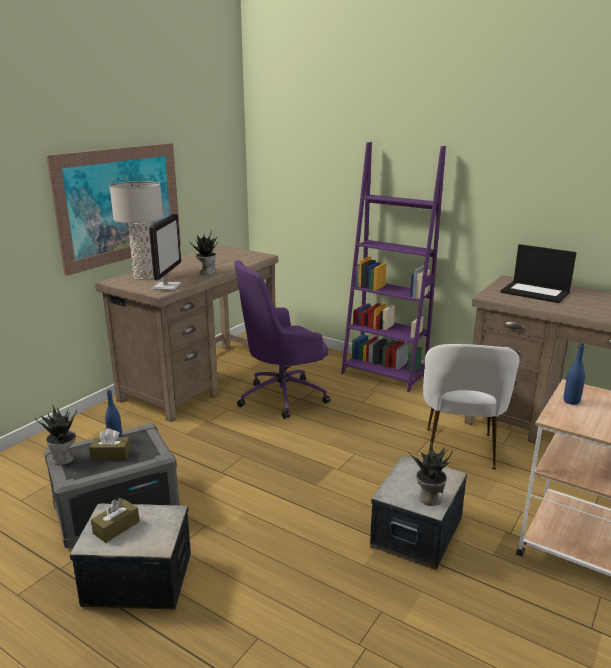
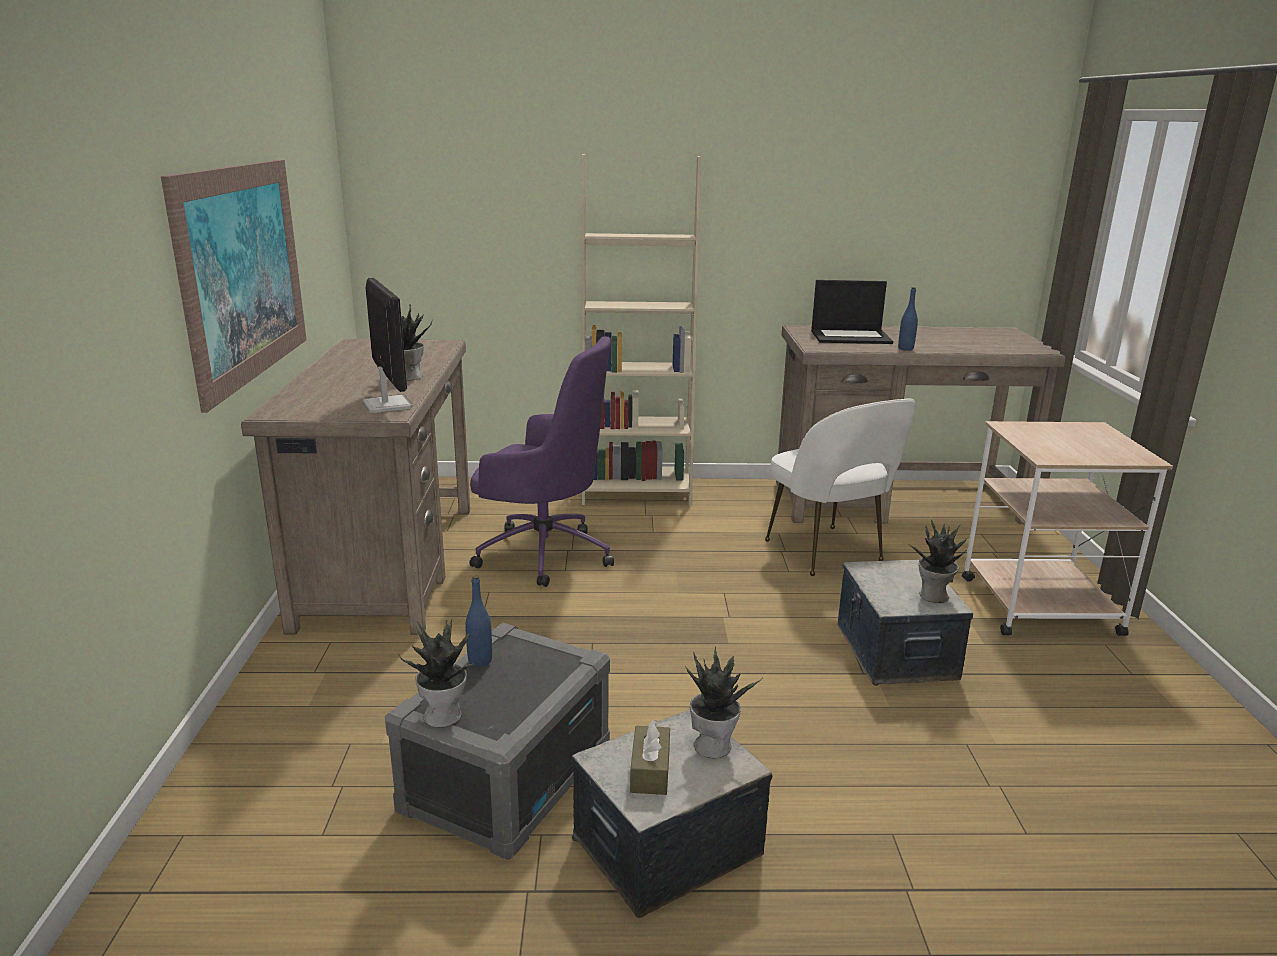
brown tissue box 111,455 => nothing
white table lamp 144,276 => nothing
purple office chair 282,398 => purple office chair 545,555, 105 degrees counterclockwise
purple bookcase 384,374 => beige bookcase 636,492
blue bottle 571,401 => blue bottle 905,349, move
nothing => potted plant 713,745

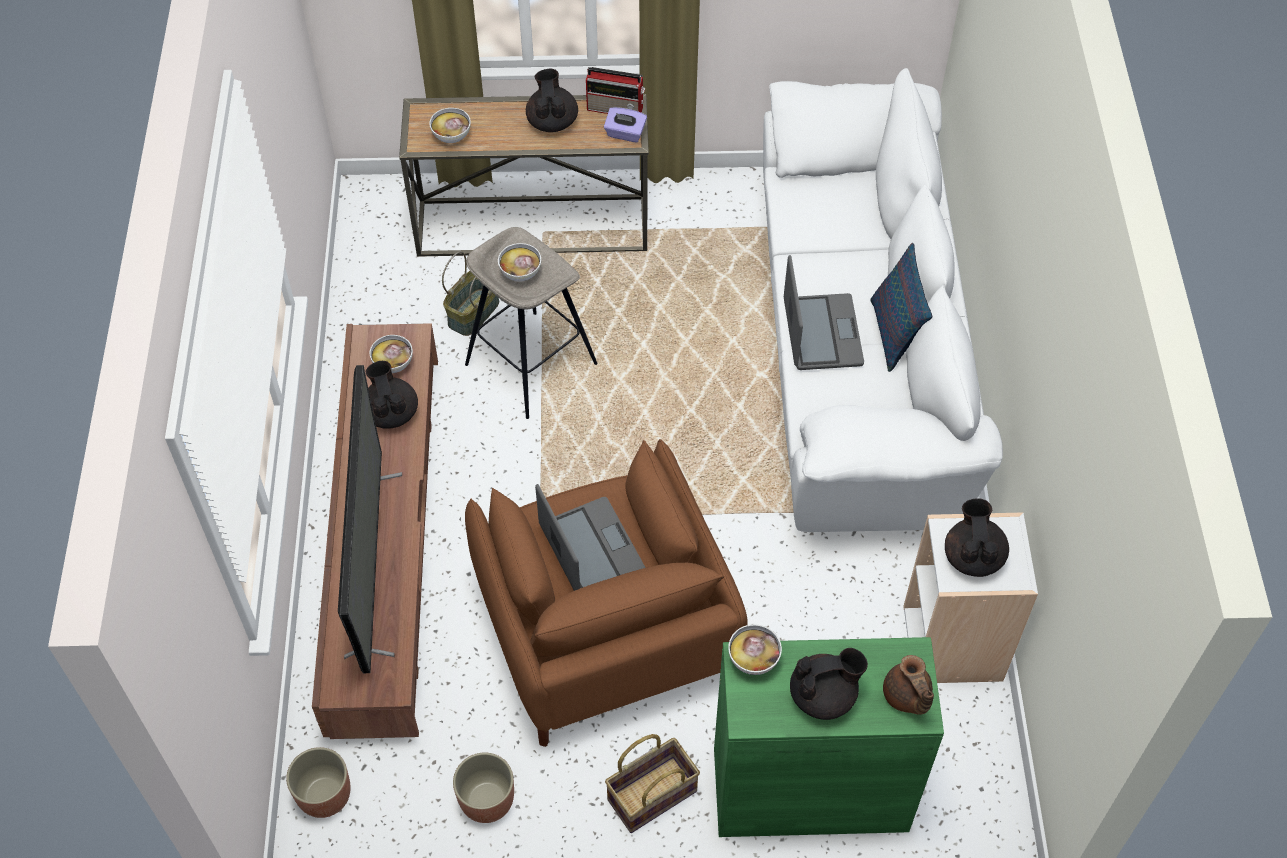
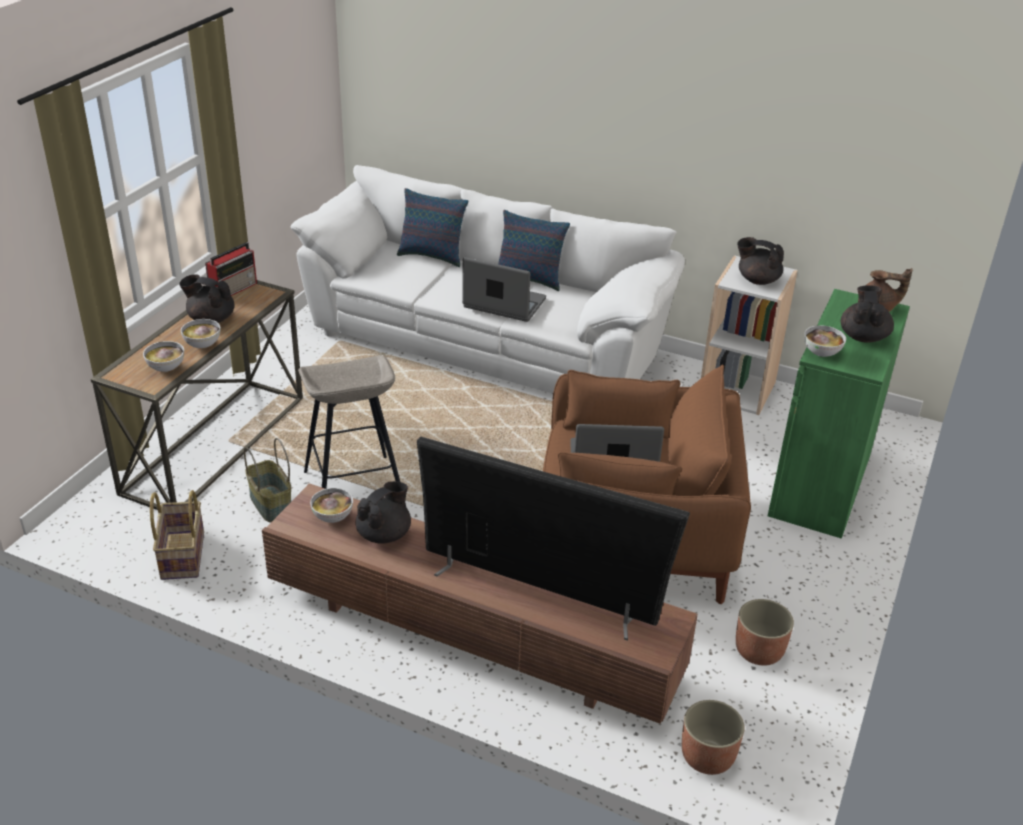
black teapot 391,413 => black teapot 384,534, 120 degrees clockwise
bowl 520,273 => bowl 203,345, move
purple tissue box 625,134 => nothing
basket 651,794 => basket 181,555, move
nothing => blue pillow 432,257

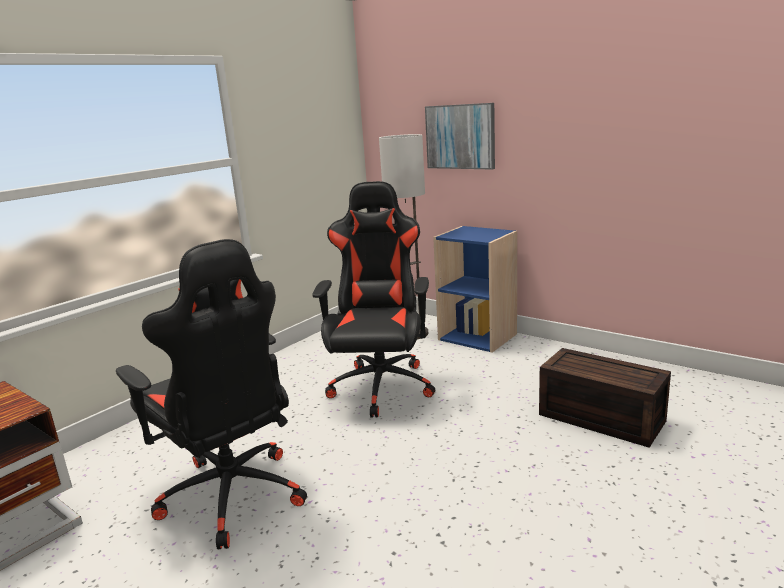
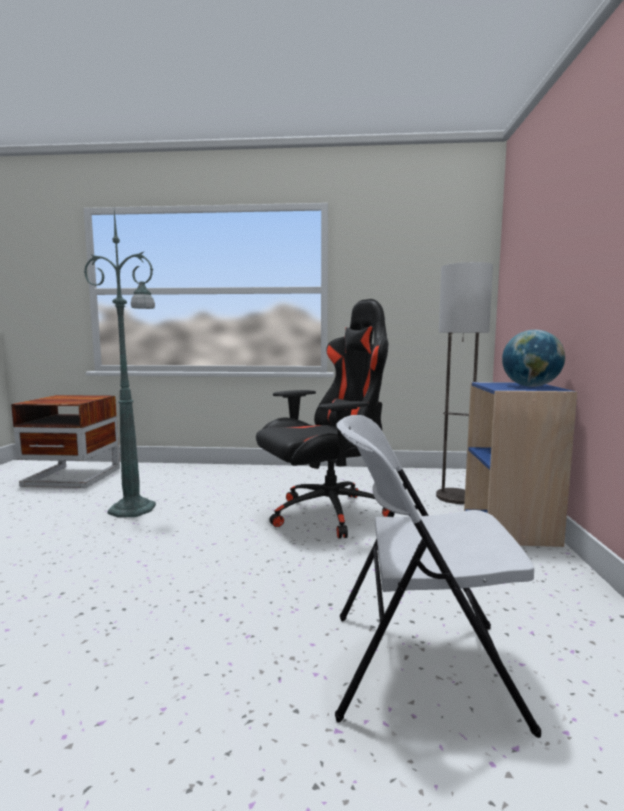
black office chair 227,490 => green floor lamp 134,509
picture 460,136 => nothing
brown storage box 598,418 => white chair 422,666
nothing => globe 531,386

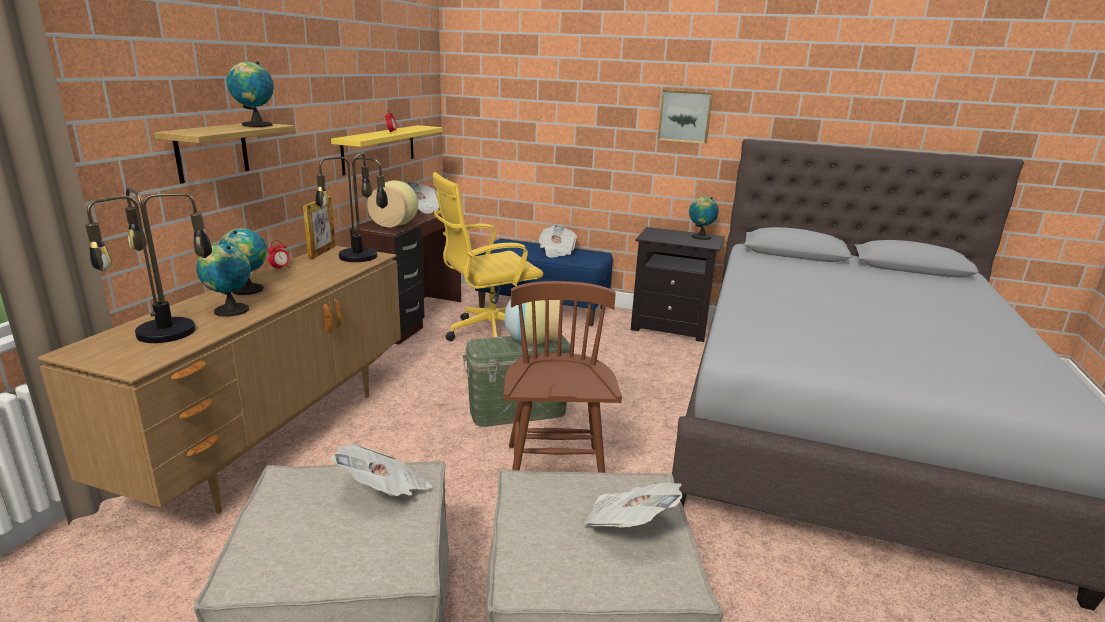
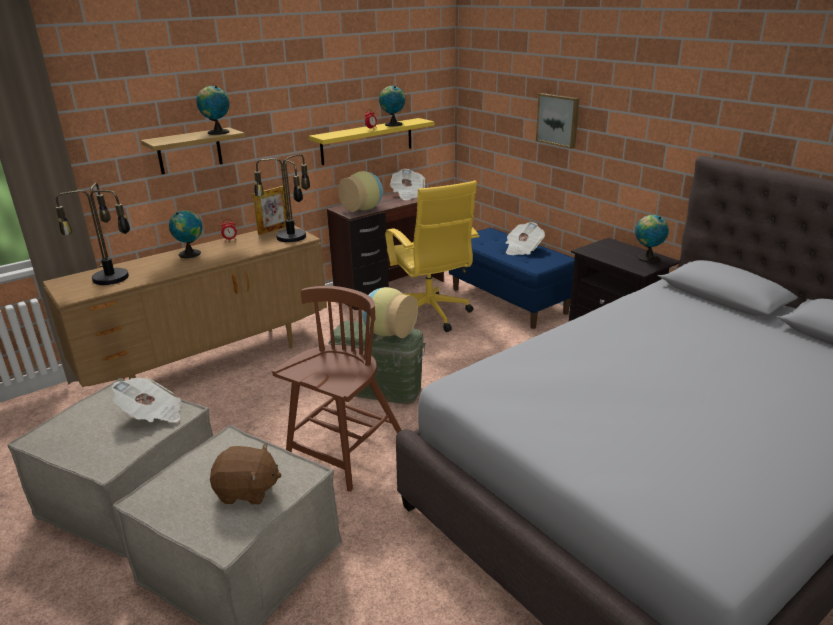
globe 229,310 => globe 392,124, move
yellow office chair 487,334 => yellow office chair 431,316, 120 degrees counterclockwise
newspaper 629,524 => brown plush toy 247,491
picture 685,116 => picture 558,120, move

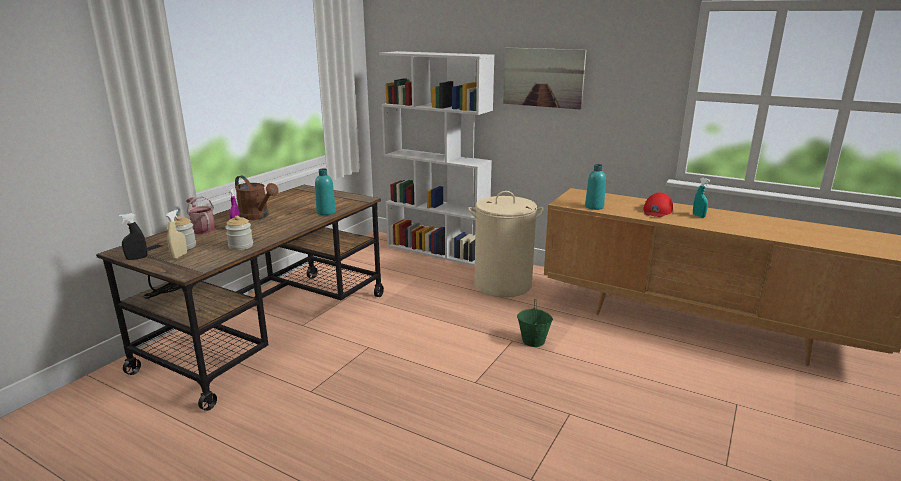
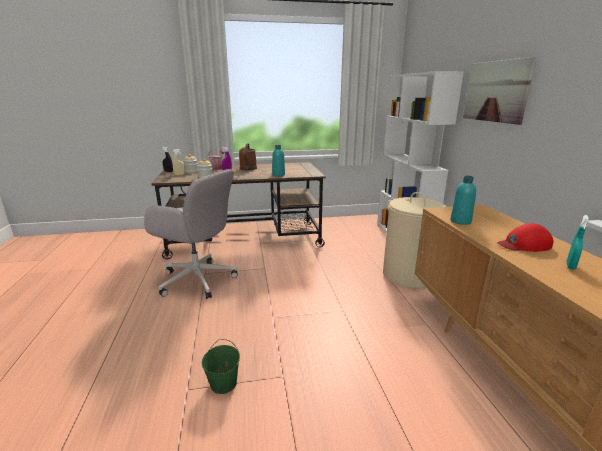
green bucket 533,341 => green bucket 223,383, move
nothing => grey office chair 198,280

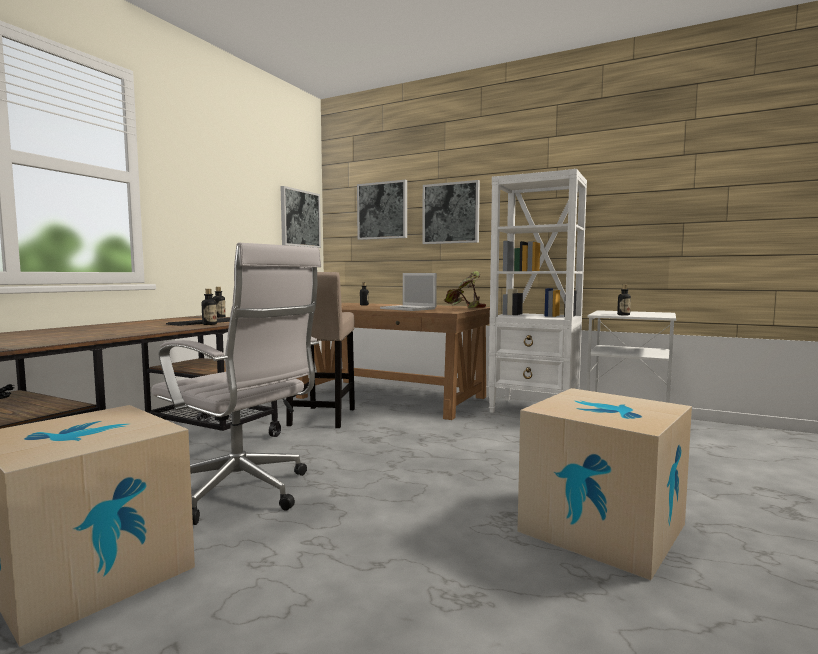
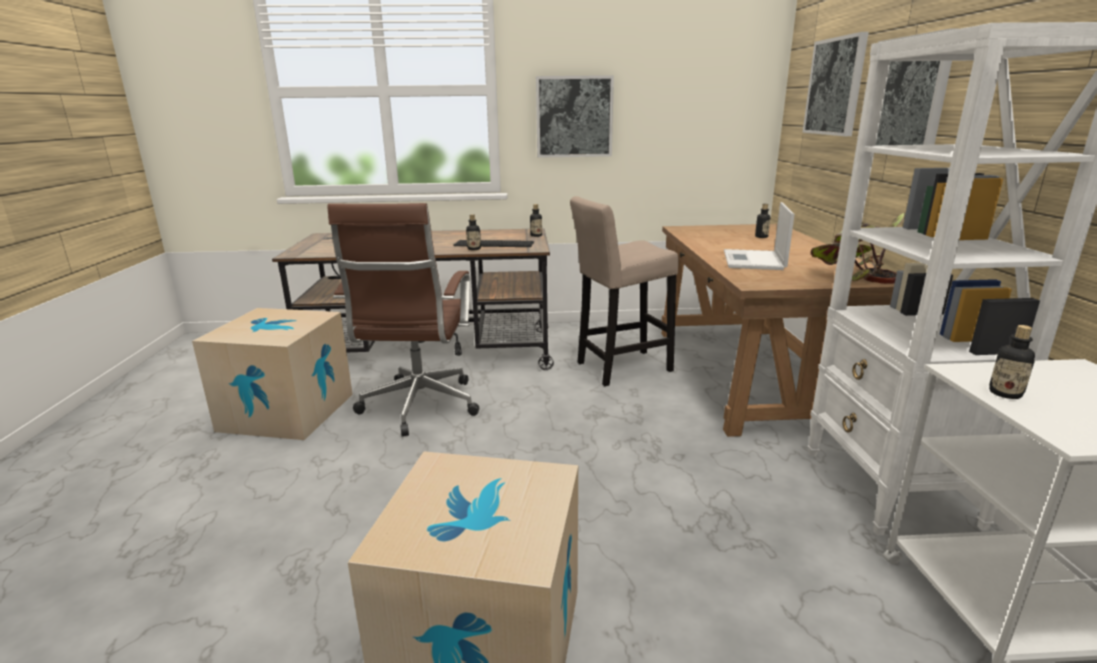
white office chair 244,494 => brown office chair 418,408
picture 300,218 => picture 574,117, move

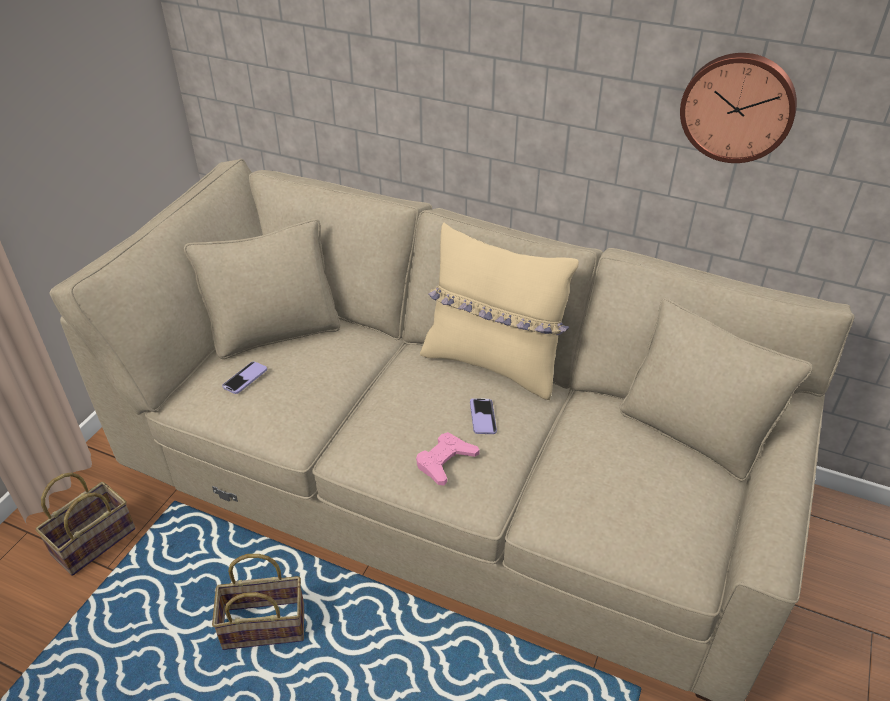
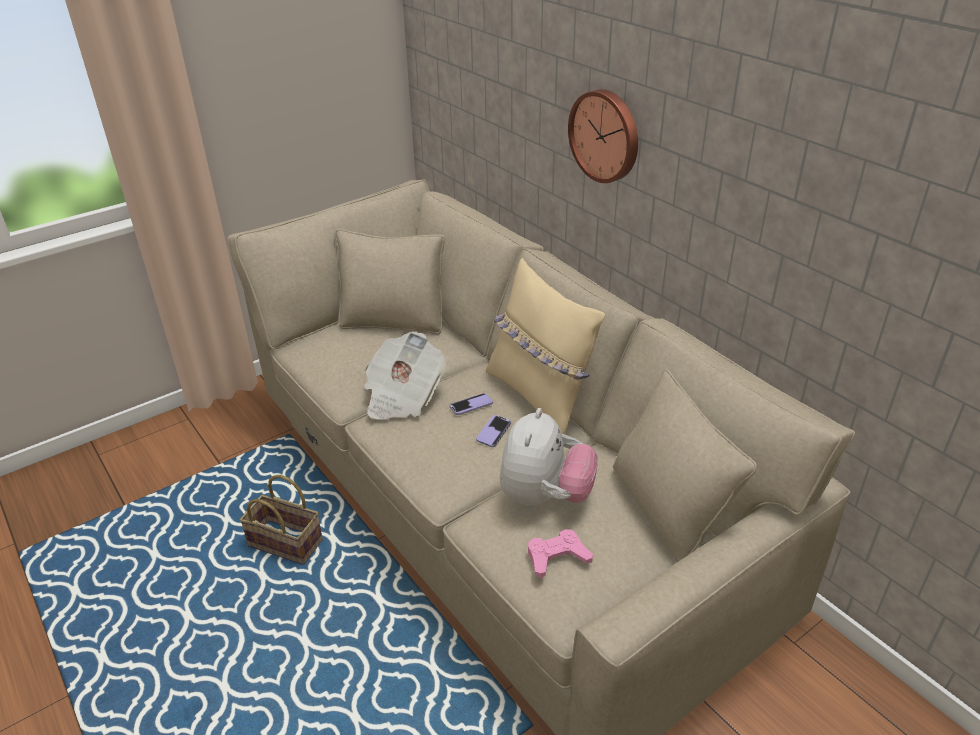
basket 94,539 => nothing
phone 245,379 => phone 471,405, move
pink game controller 445,462 => pink game controller 557,557, move
wall clock 738,107 => wall clock 606,135, move
nothing => newspaper 402,396
nothing => plush toy 545,497

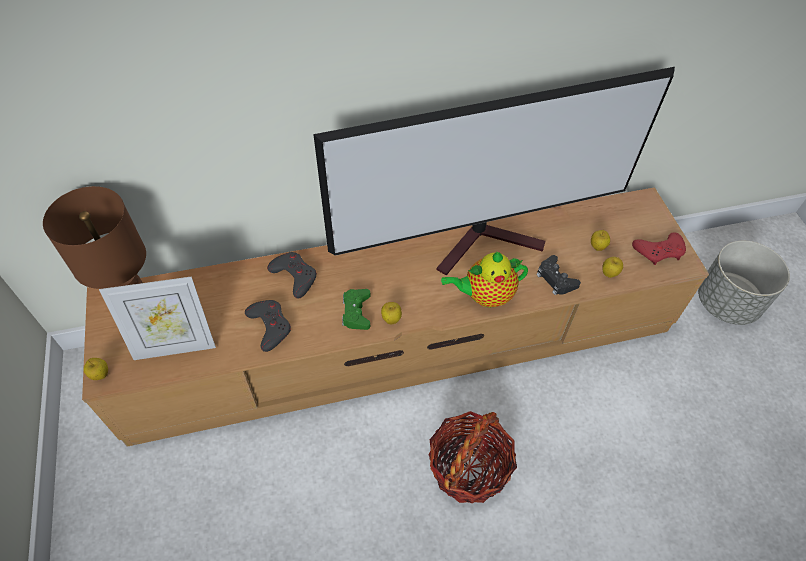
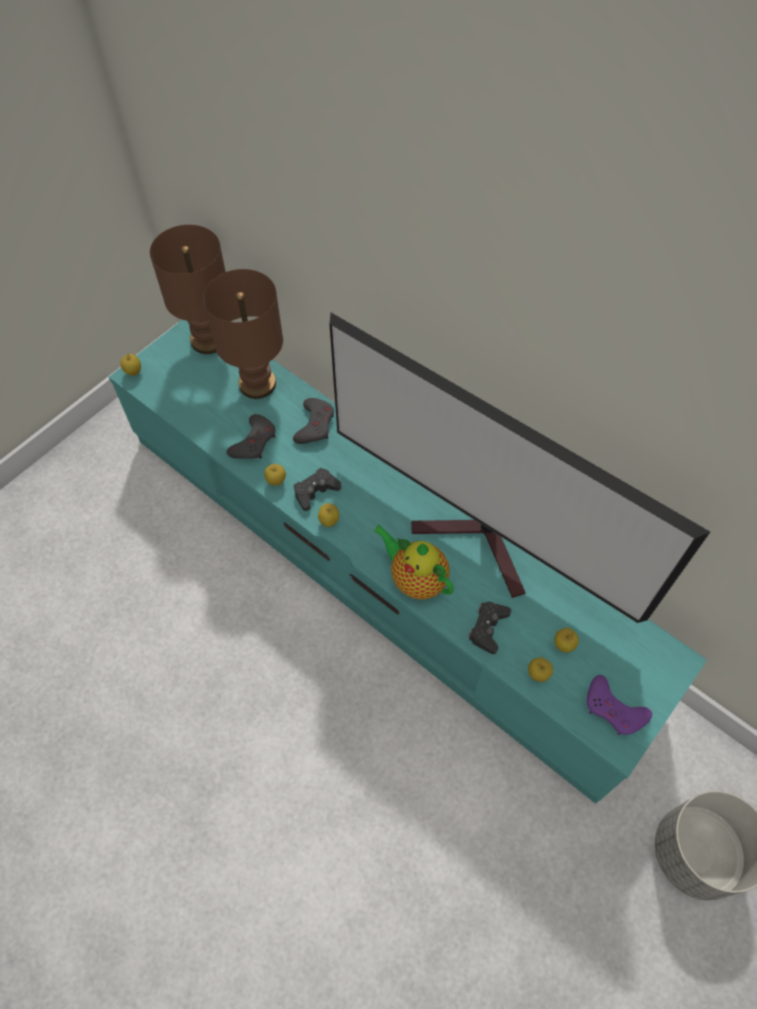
brown tv stand 401,339 => turquoise tv stand 379,560
picture frame 175,346 => nothing
green game controller 356,312 => black game controller 315,491
basket 468,467 => nothing
red game controller 659,251 => purple game controller 614,709
nothing => brown table lamp 256,383
nothing => apple 276,481

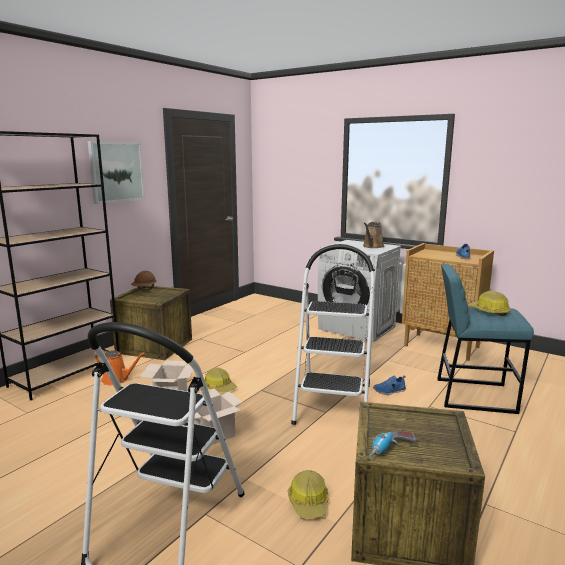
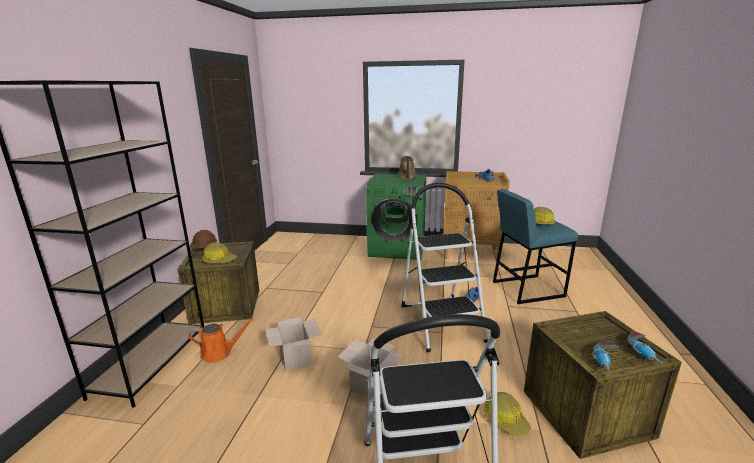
picture 116,172 => nothing
hard hat 219,387 => hard hat 219,260, move
white washing machine 357,329 => green washing machine 397,251
nothing => power drill 644,352

